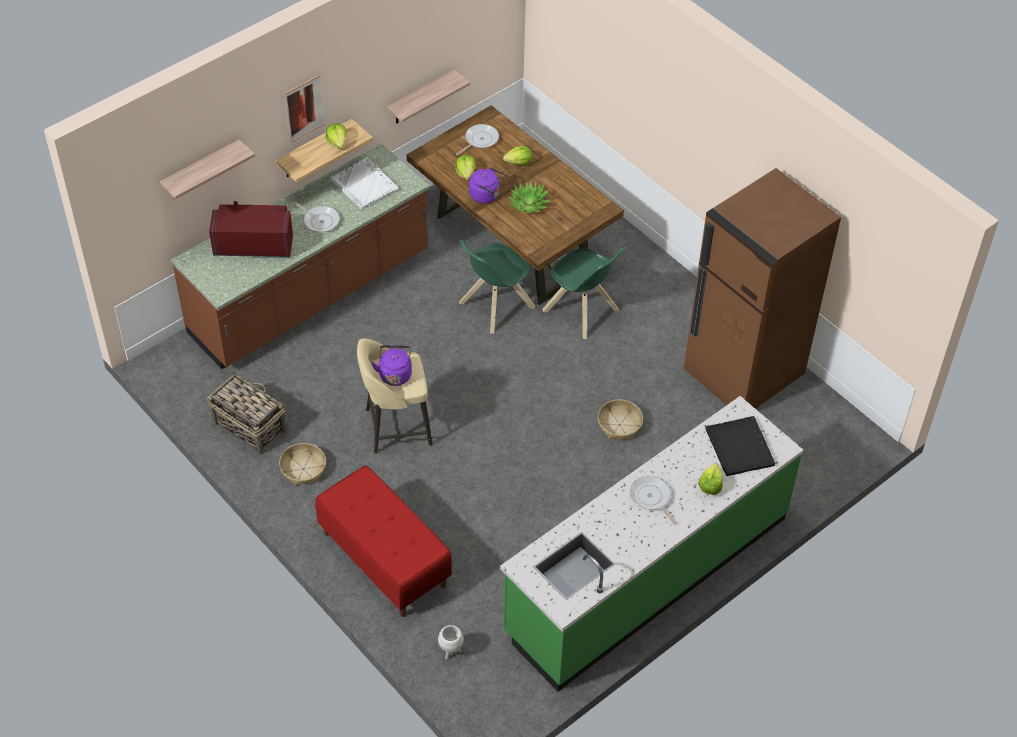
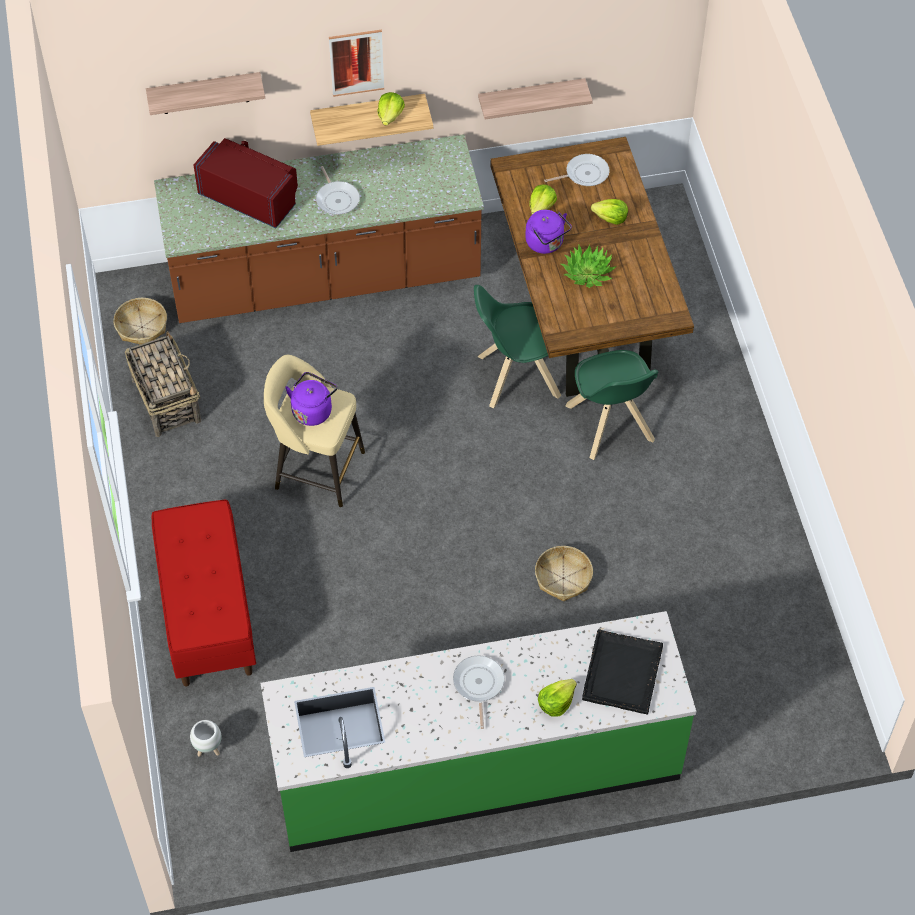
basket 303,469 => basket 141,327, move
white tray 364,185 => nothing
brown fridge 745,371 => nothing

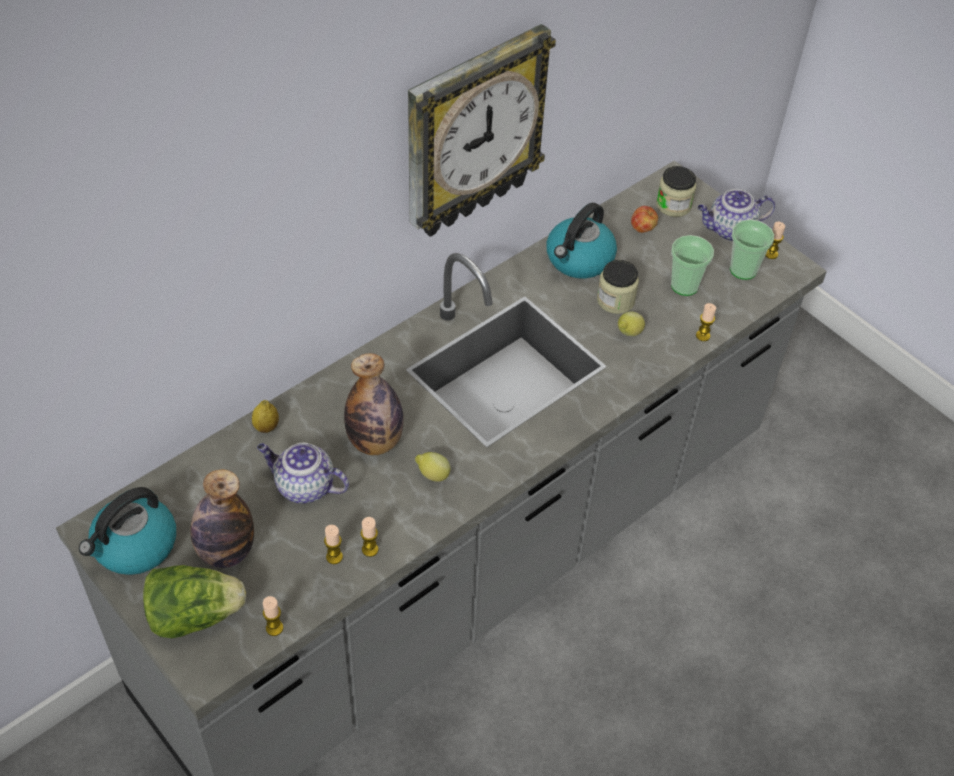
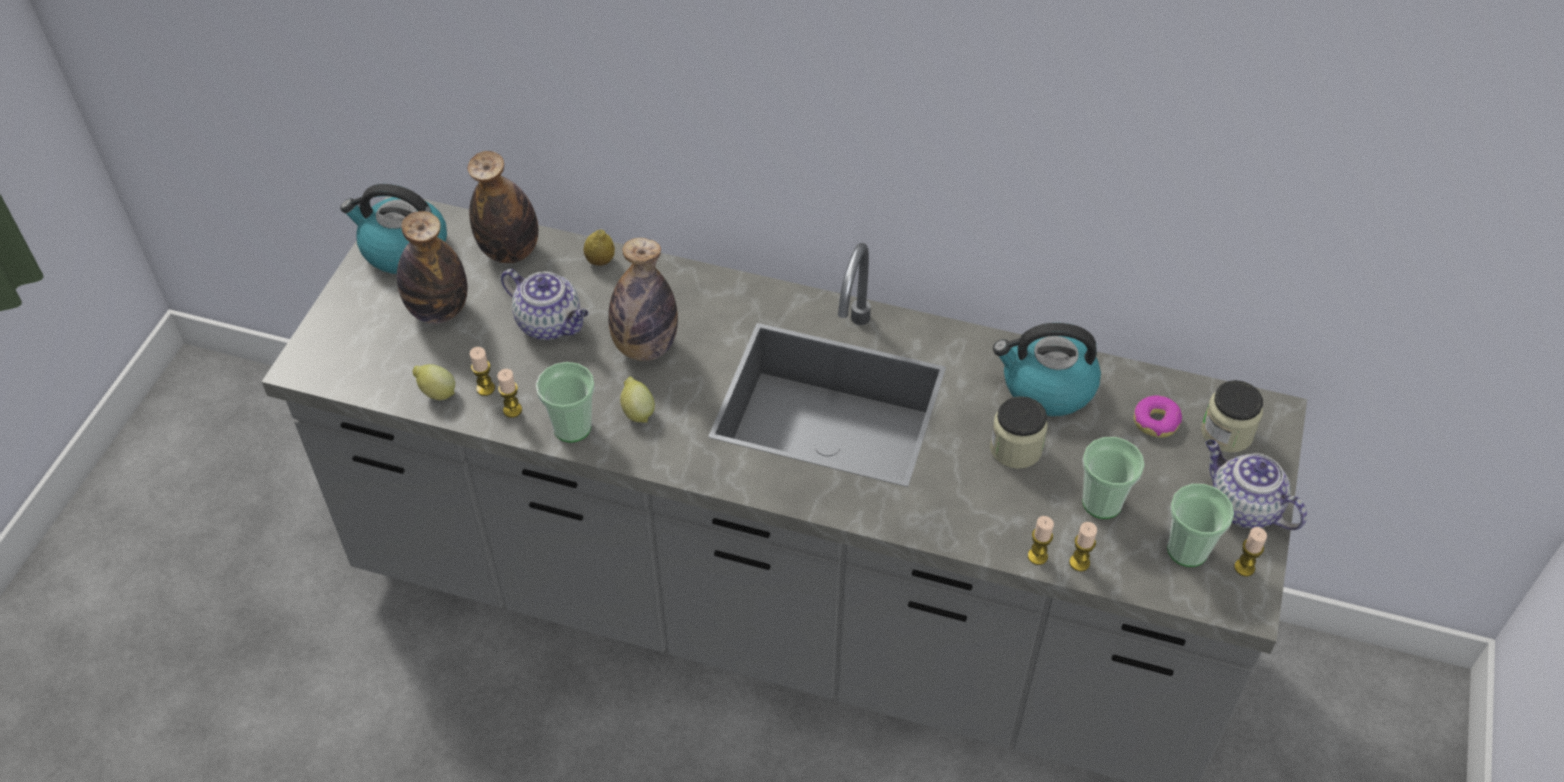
lettuce 194,615 => nothing
teapot 303,486 => teapot 551,324, 135 degrees clockwise
candle 274,628 => candle 1079,562, move
wall clock 472,133 => nothing
lemon 628,334 => lemon 437,393, move
apple 643,228 => donut 1156,421
nothing => bottle 510,251
nothing => cup 572,427

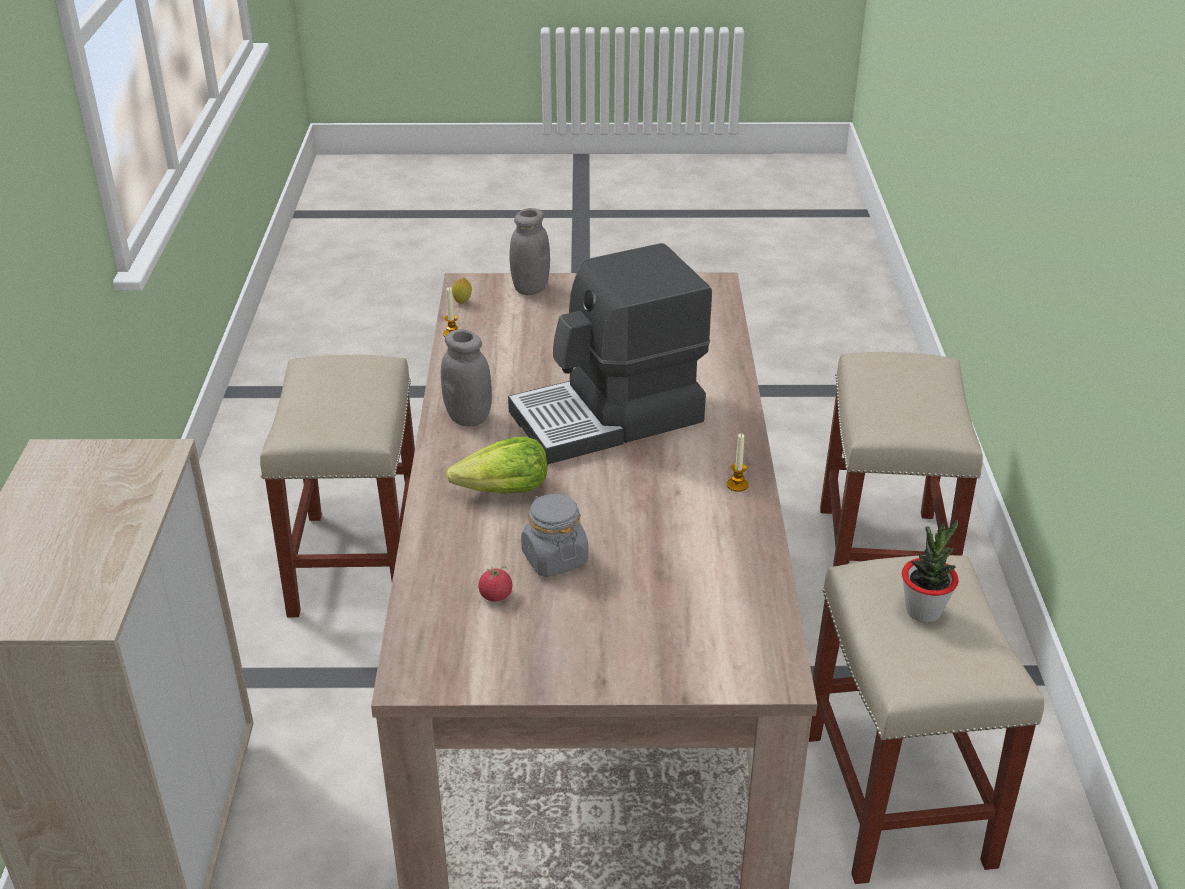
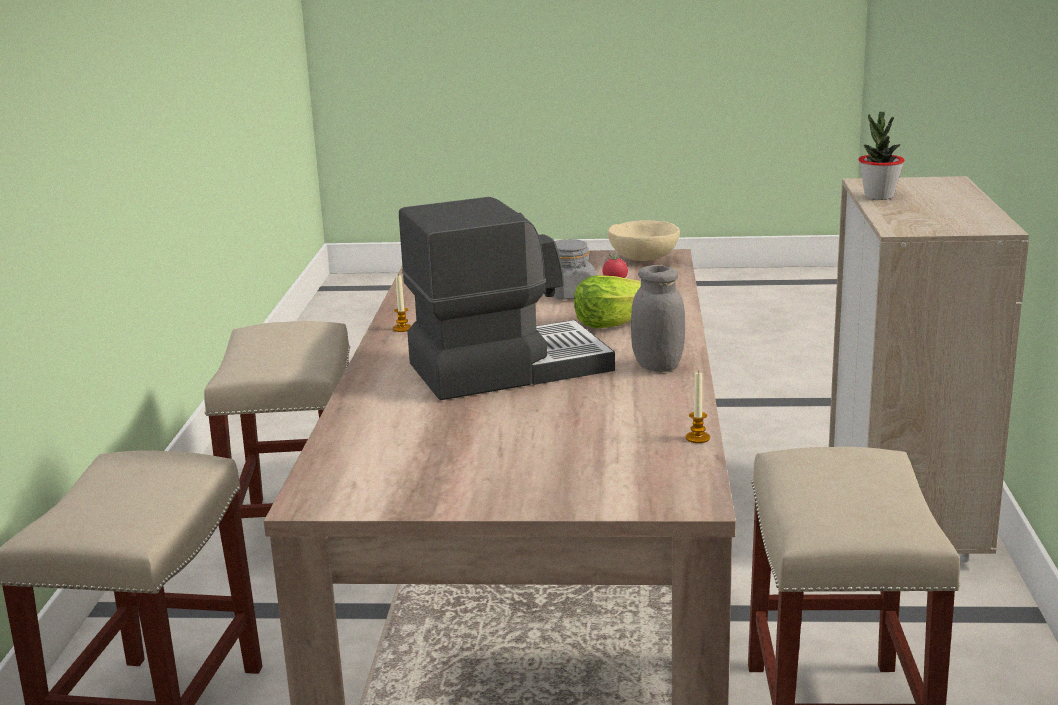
lemon 462,302 => nothing
grey jar 530,288 => nothing
potted plant 923,611 => potted plant 879,196, move
nothing => beige bowl 644,259

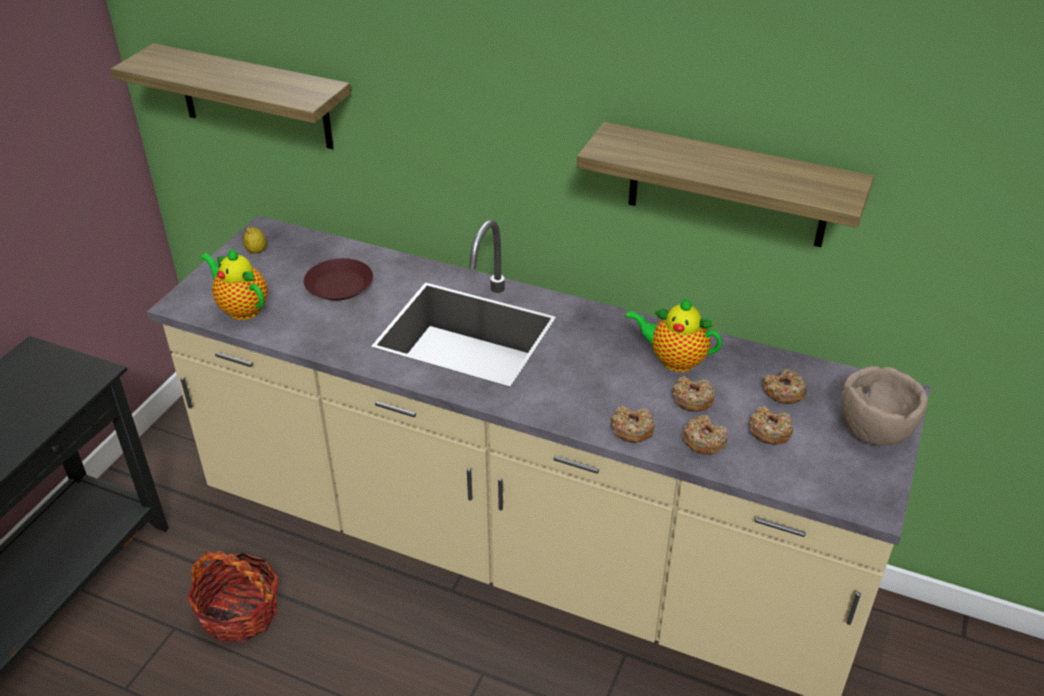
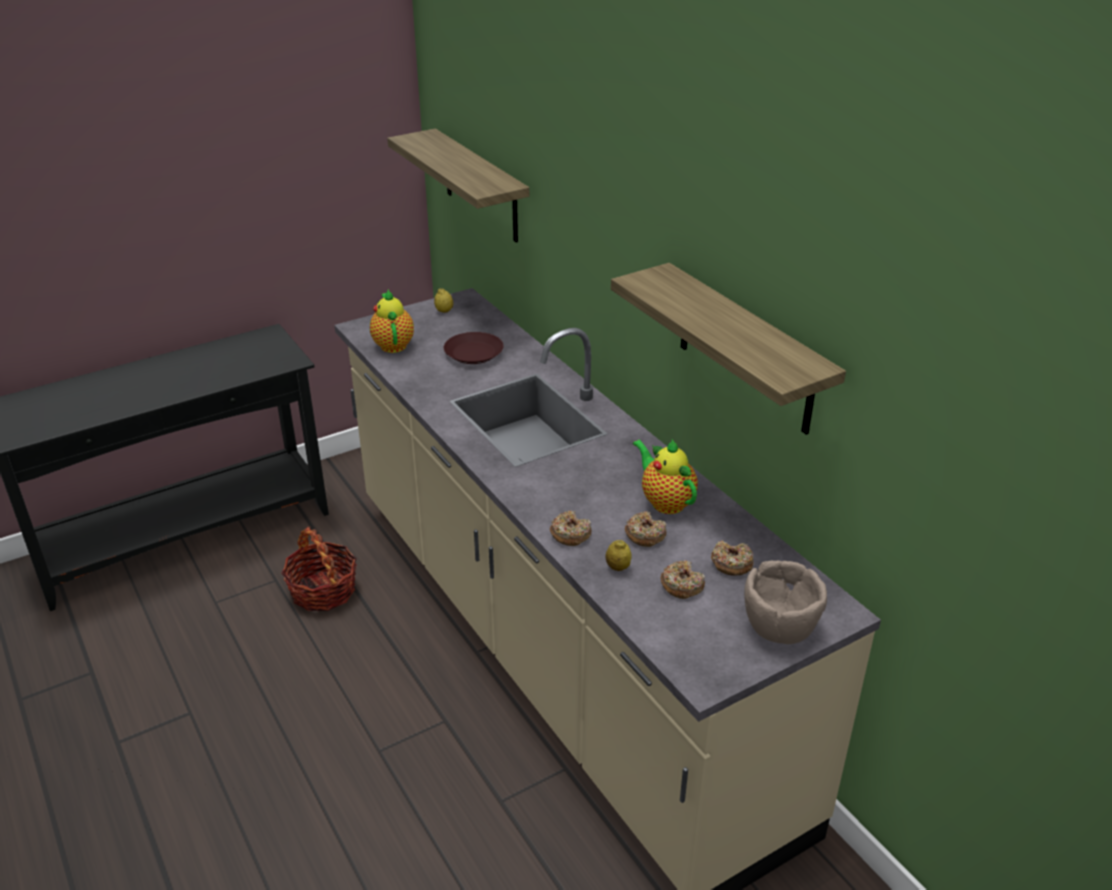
donut 704,441 => lemon 618,567

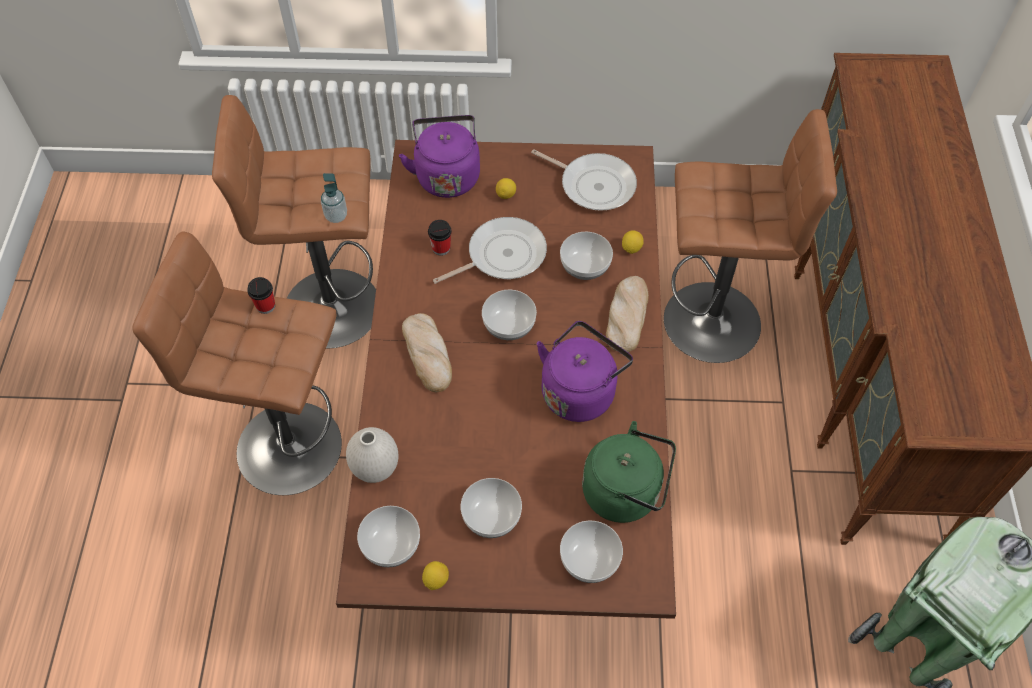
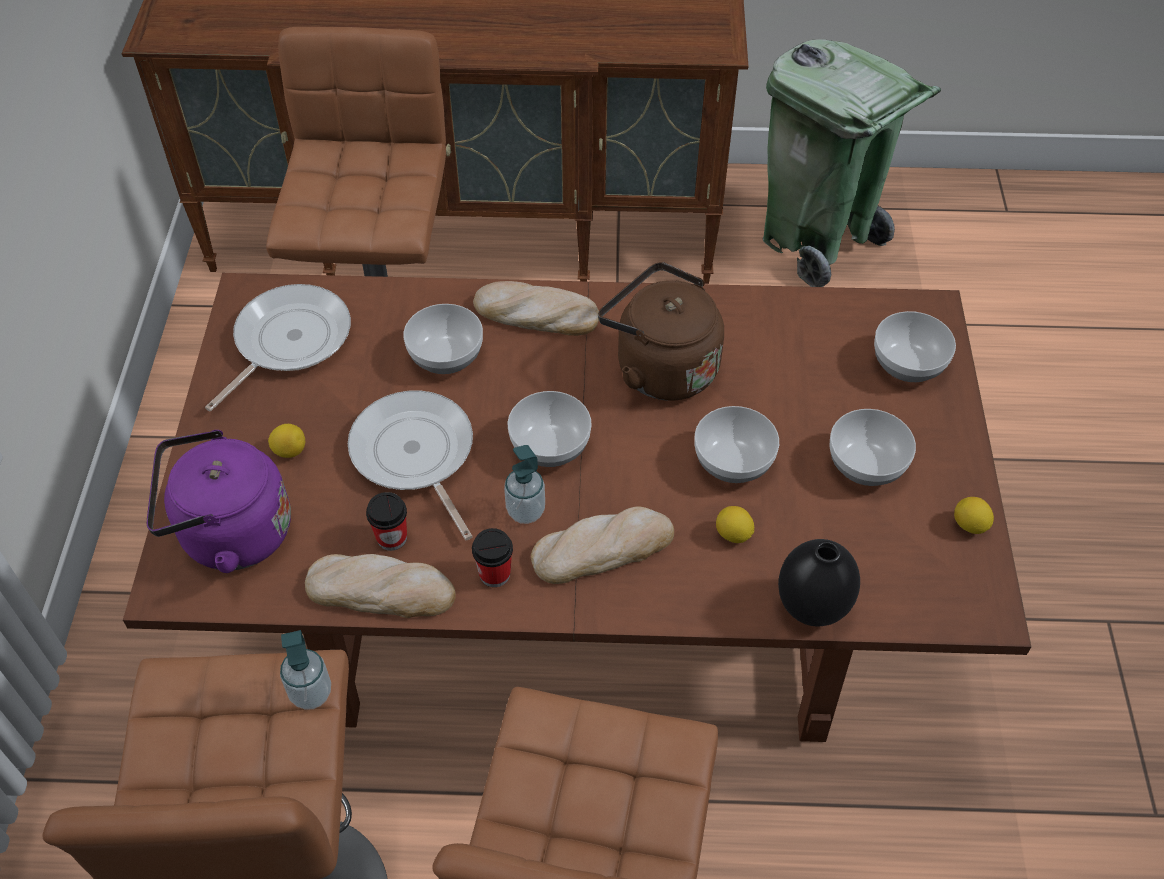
cup 265,306 => cup 494,574, move
white vase 375,470 => black vase 813,608
bowl 390,544 => bowl 732,463, move
purple kettle 580,390 => brown kettle 660,367
green kettle 626,492 => nothing
lemon 631,248 => lemon 733,534, move
nothing => bread 381,590
nothing => soap dispenser 525,511

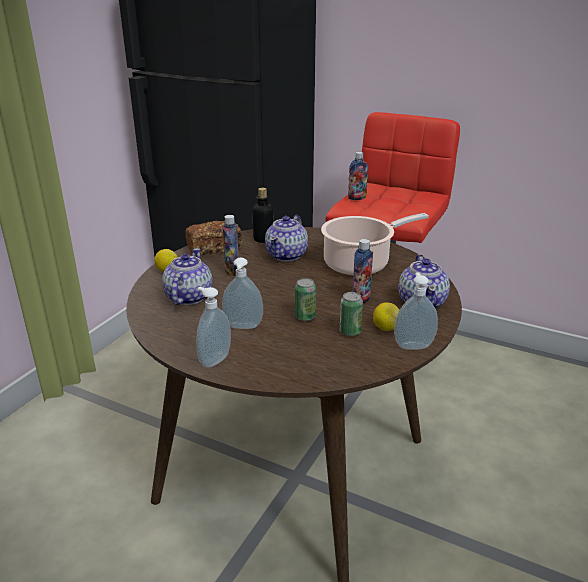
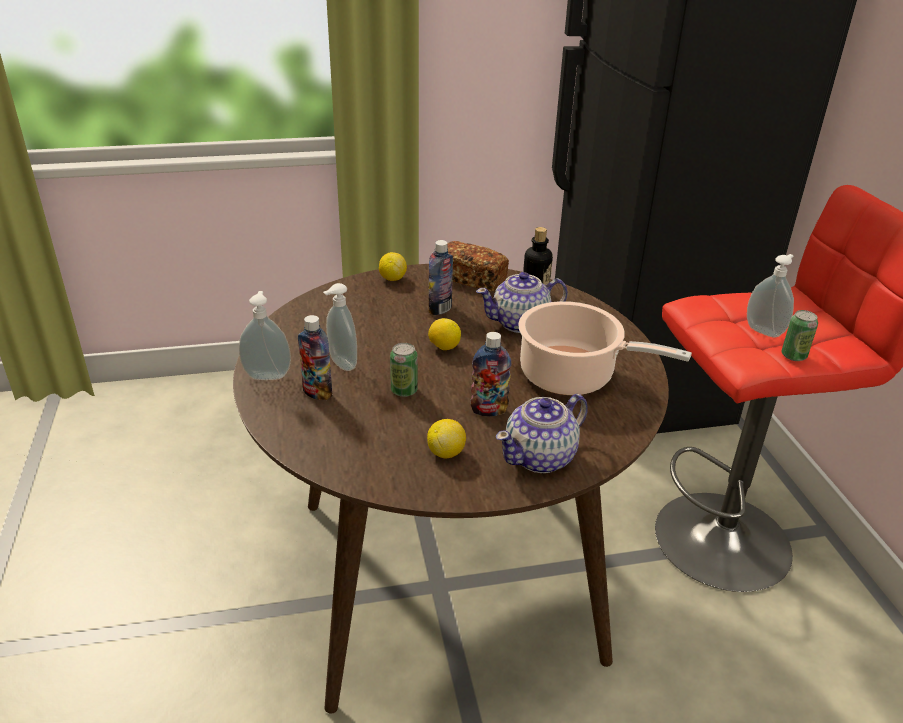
teapot 188,297 => nothing
can 350,331 => can 793,356, move
bottle 357,198 => bottle 317,393, move
soap dispenser 413,345 => soap dispenser 764,330, move
nothing => lemon 444,347

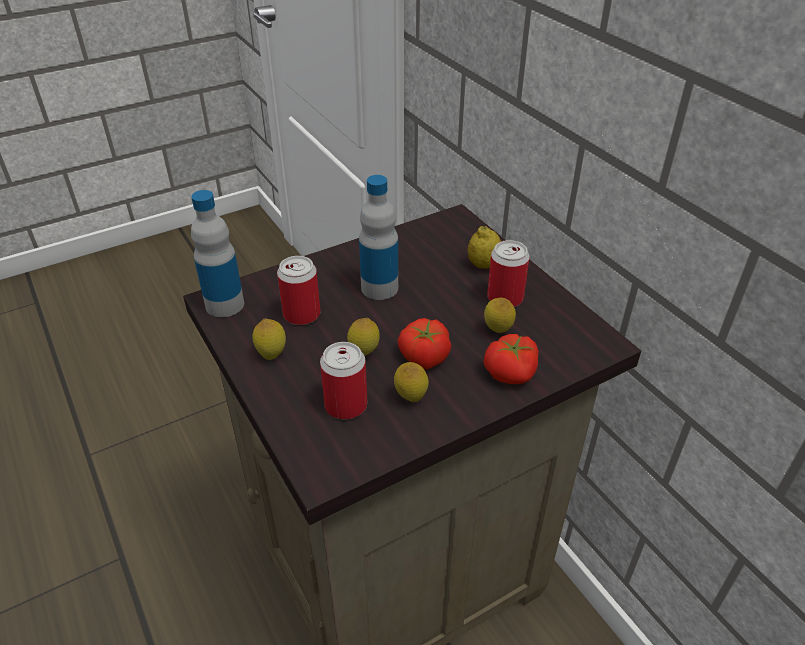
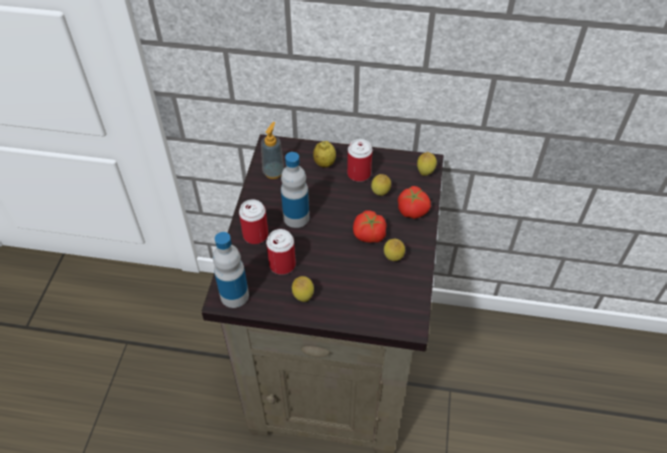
can 346,405 => can 255,235, move
lemon 364,353 => lemon 425,173, move
nothing => soap dispenser 273,172

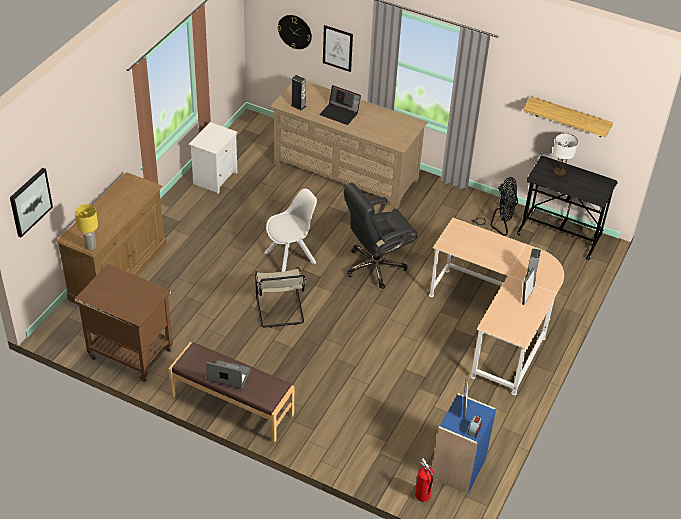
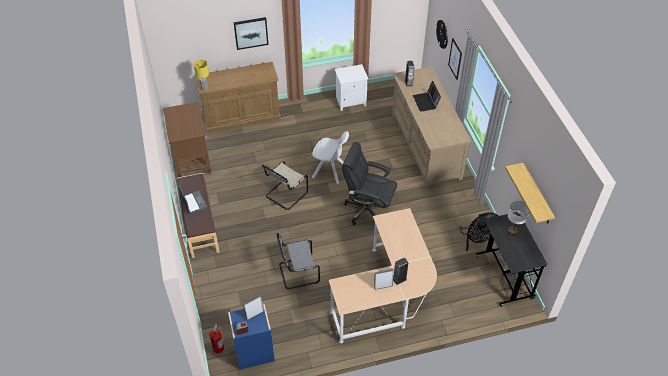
picture 30,201 => picture 251,33, move
nothing => grey chair 297,273

